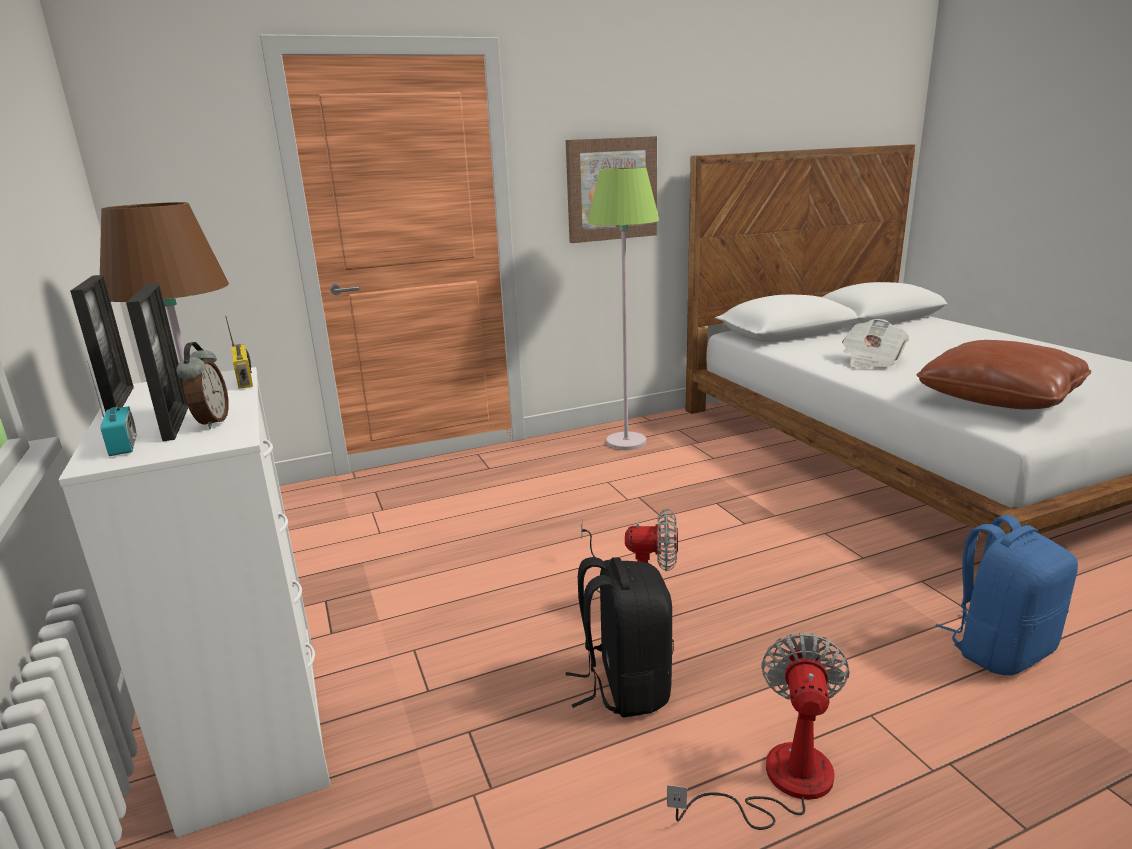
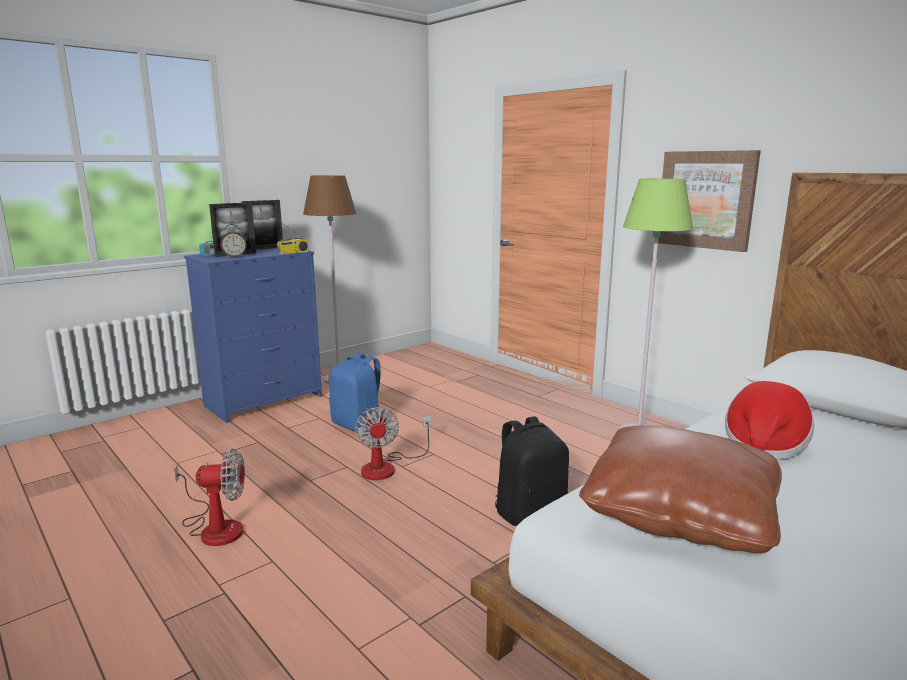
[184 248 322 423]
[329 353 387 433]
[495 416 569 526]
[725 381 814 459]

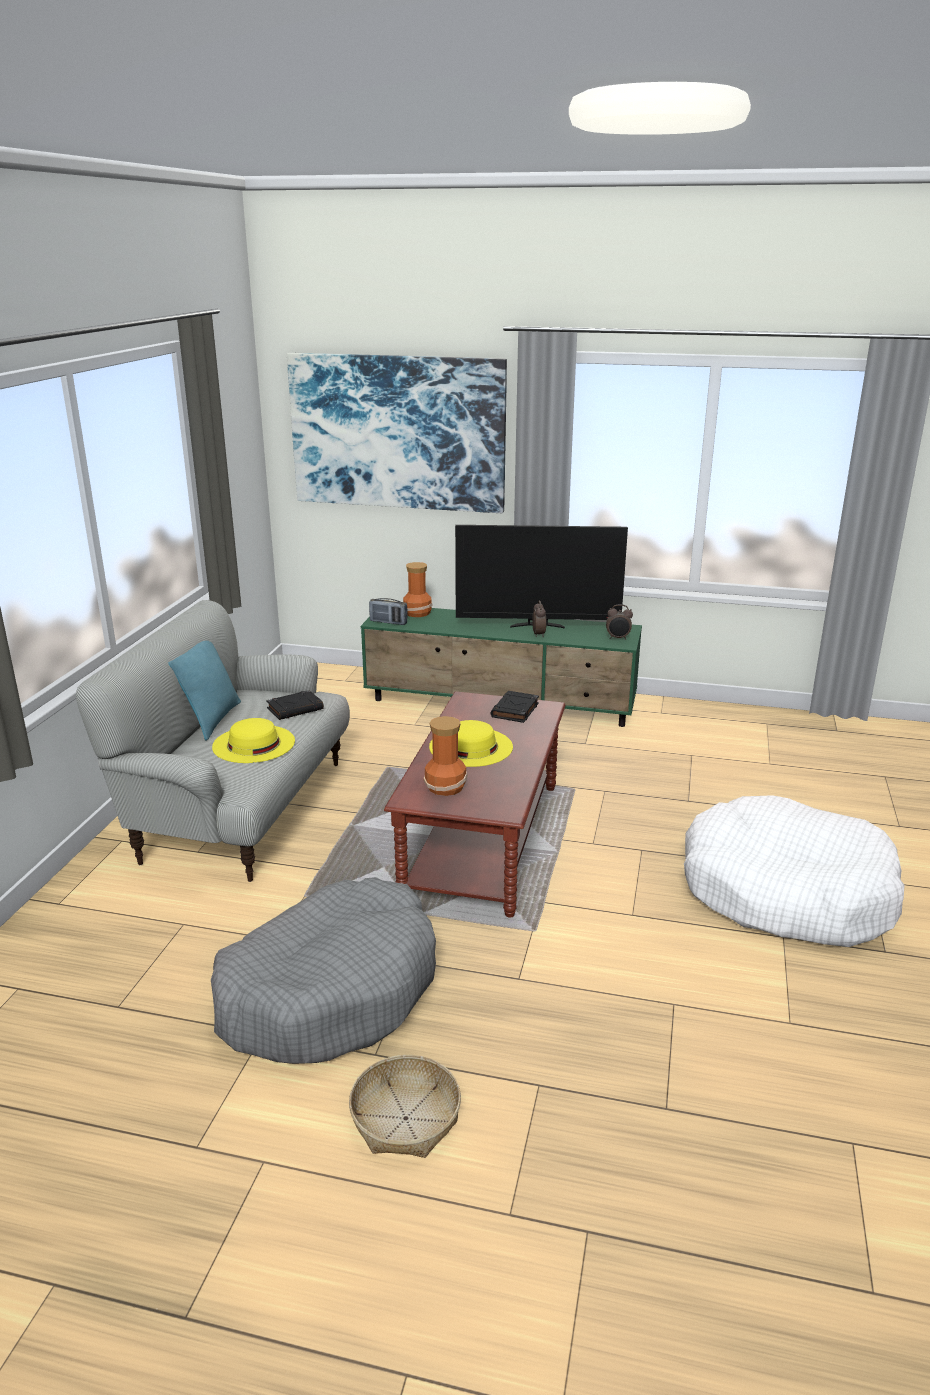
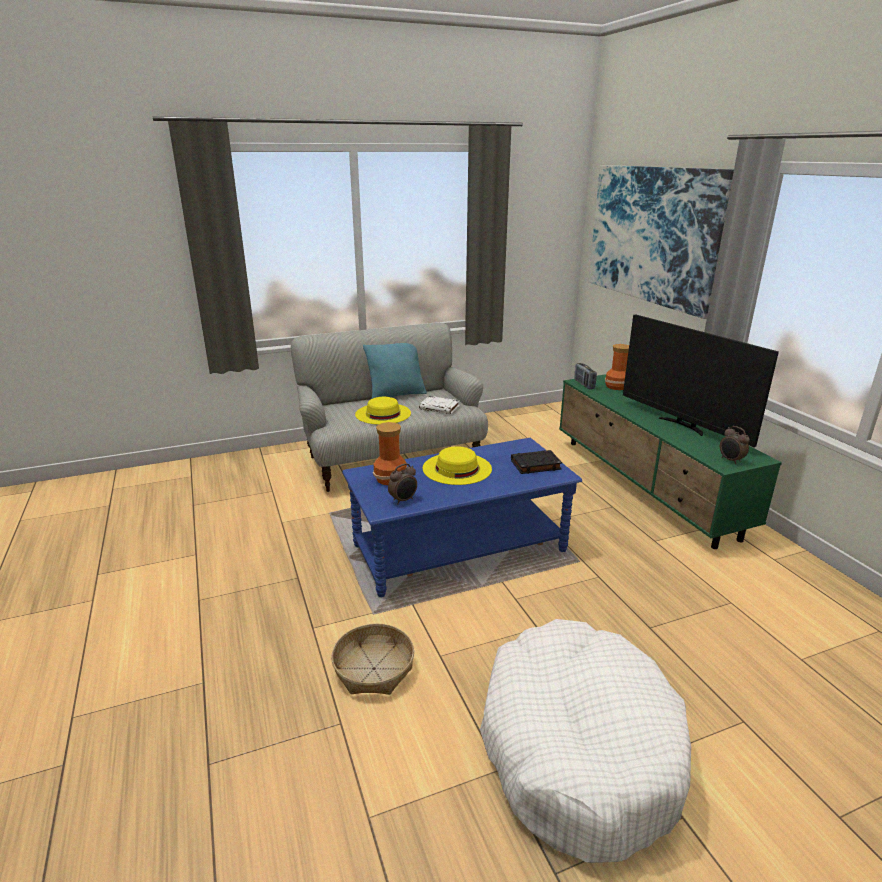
[331 624 414 695]
[342 438 582 597]
[388 463 417 505]
[419 396 460 414]
[211 877 436 1064] (first image)

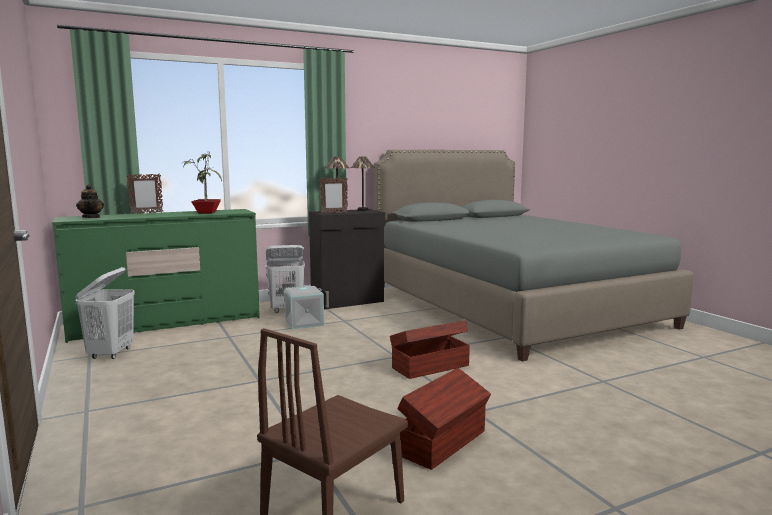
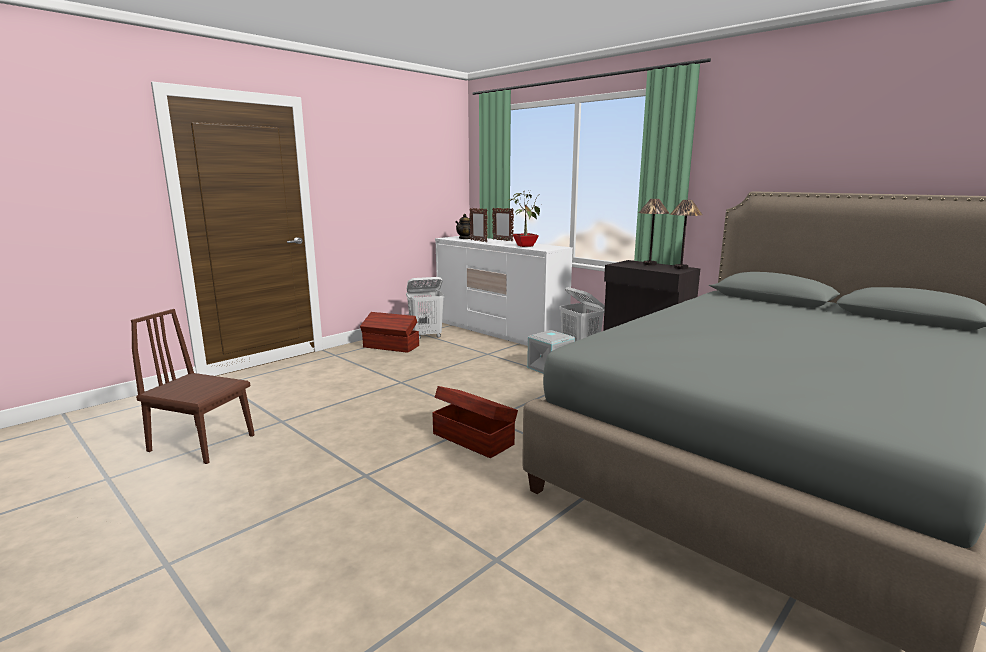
[360 312 419 353]
[435 236 573 346]
[469 208 487 242]

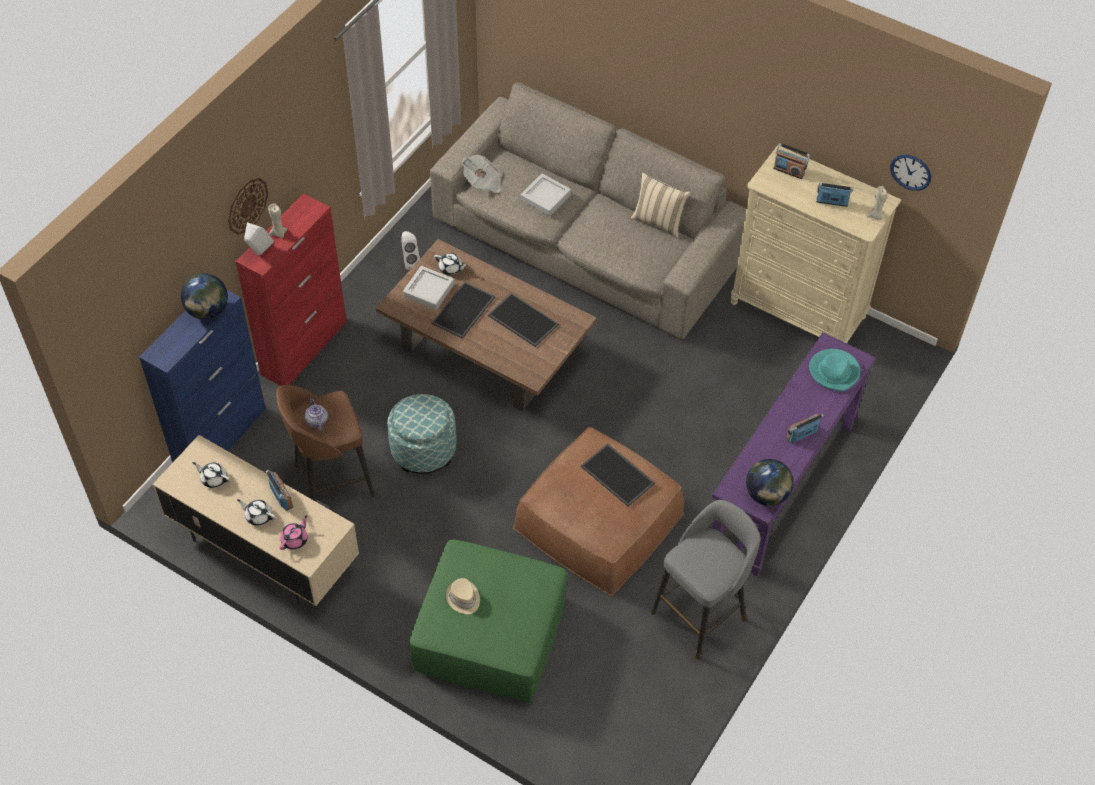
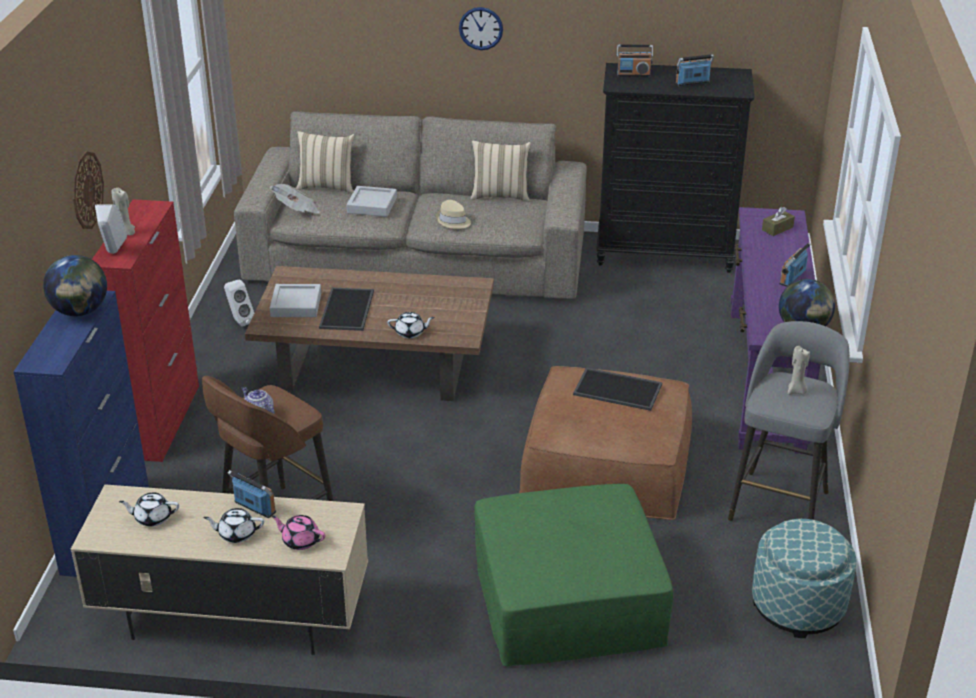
[271 515 325 550]
[296 131 355 193]
[387 312 435 338]
[436 200 471 229]
[459 7 503 50]
[596 63 755 273]
[752 519 856 638]
[762 207 795 236]
[788 346 810 395]
[488 293 559 347] (first image)

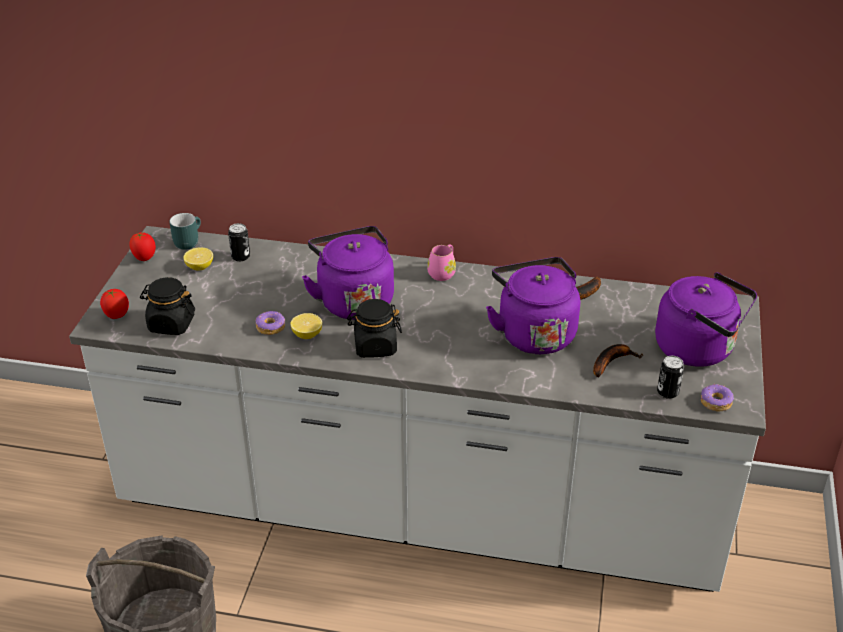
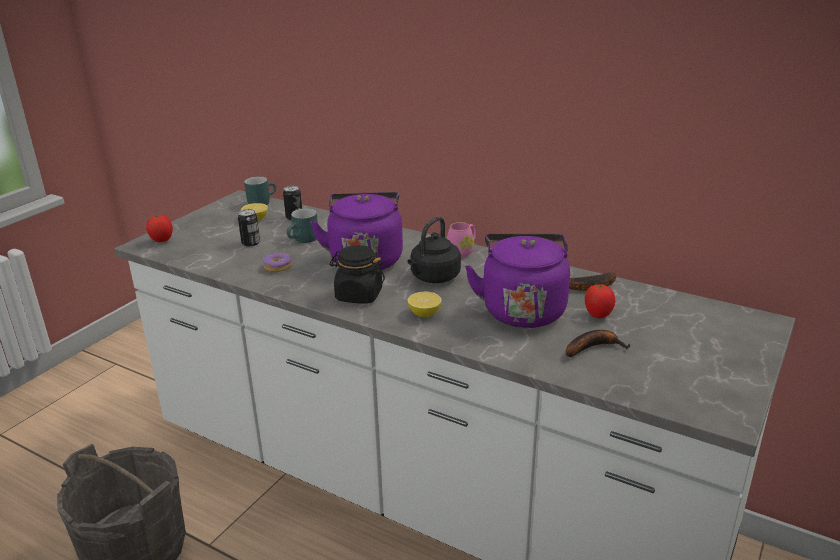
[238 209 260 247]
[287 208 318 243]
[408 216 461 283]
[408 292 442 317]
[585 284 615 319]
[140 277 195 335] (first image)
[655 272 757 367] (first image)
[701 384 734 412] (first image)

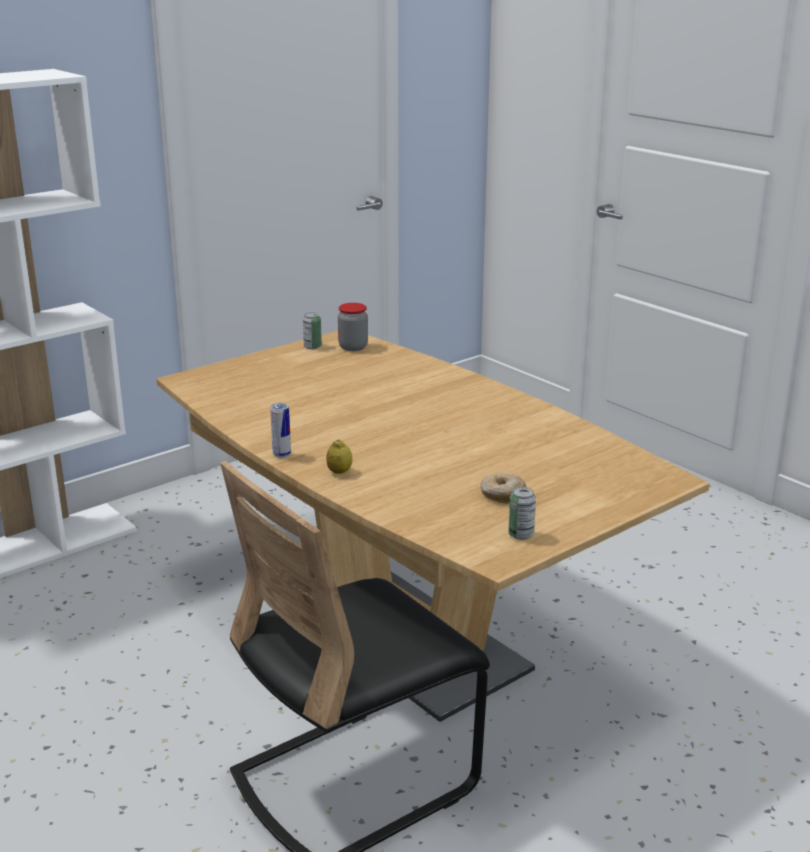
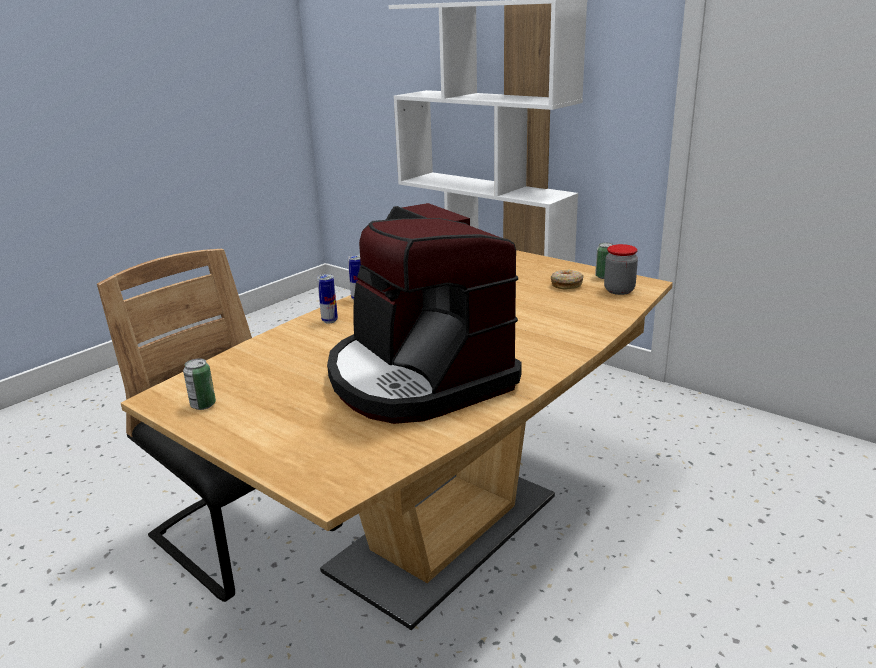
[317 274 338 323]
[327 203 522 424]
[551 269 584 290]

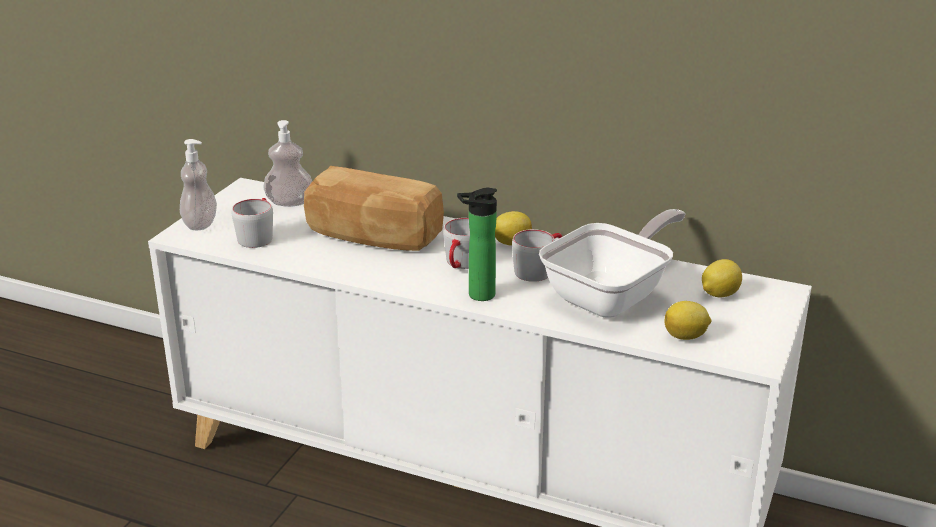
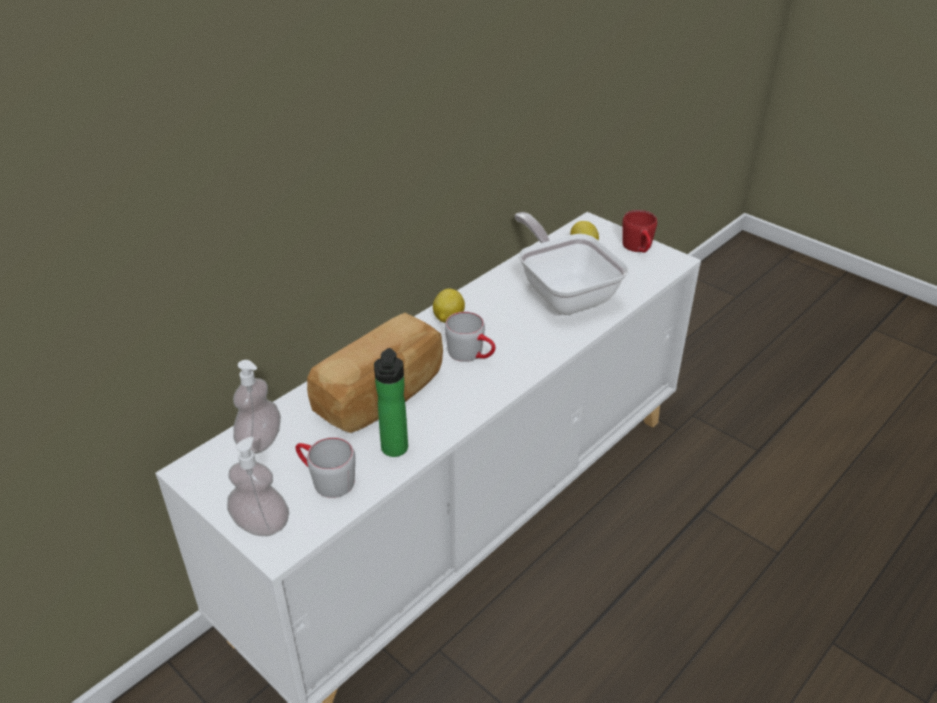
[374 348 408 457]
[622 210 657 253]
[512 229 562 282] (first image)
[664 301 711 340] (first image)

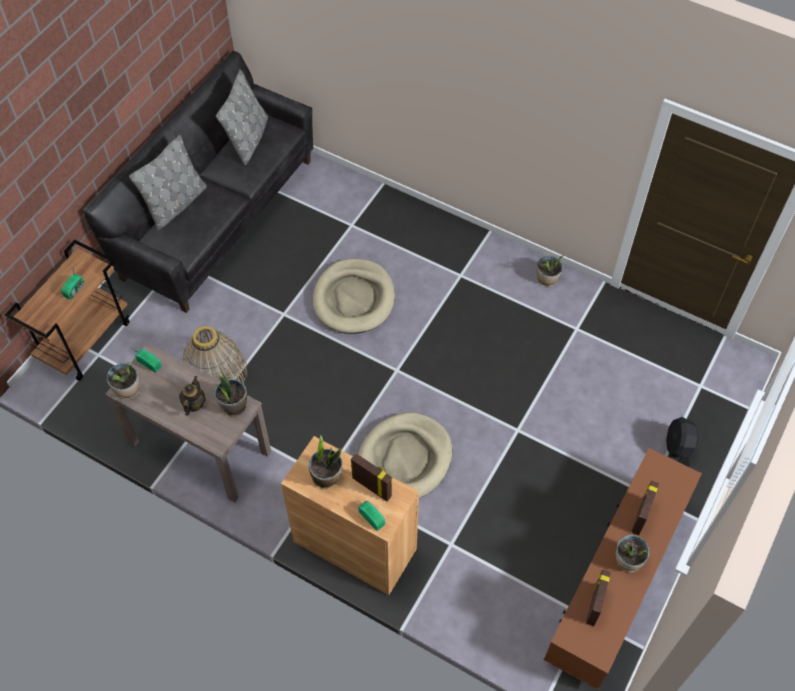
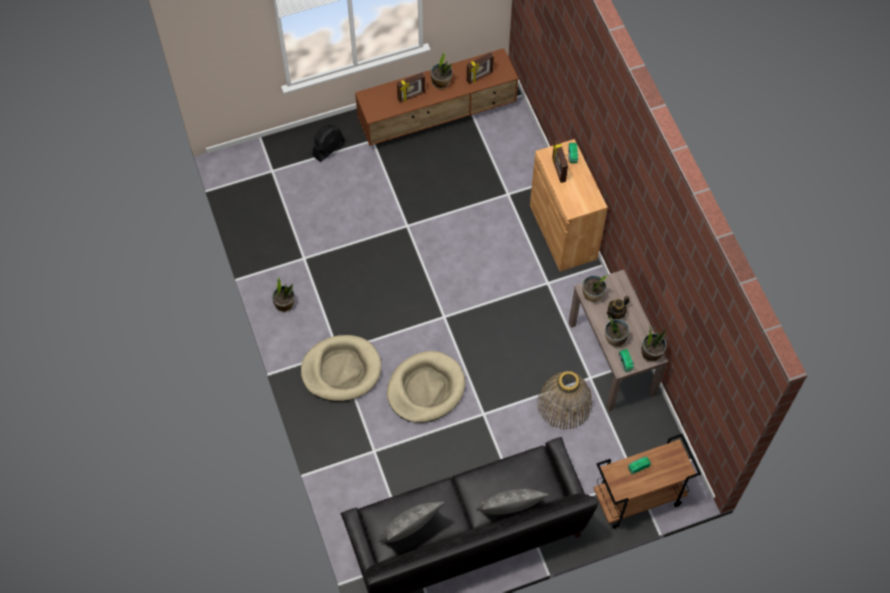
[301 335 381 402]
[605 315 629 347]

